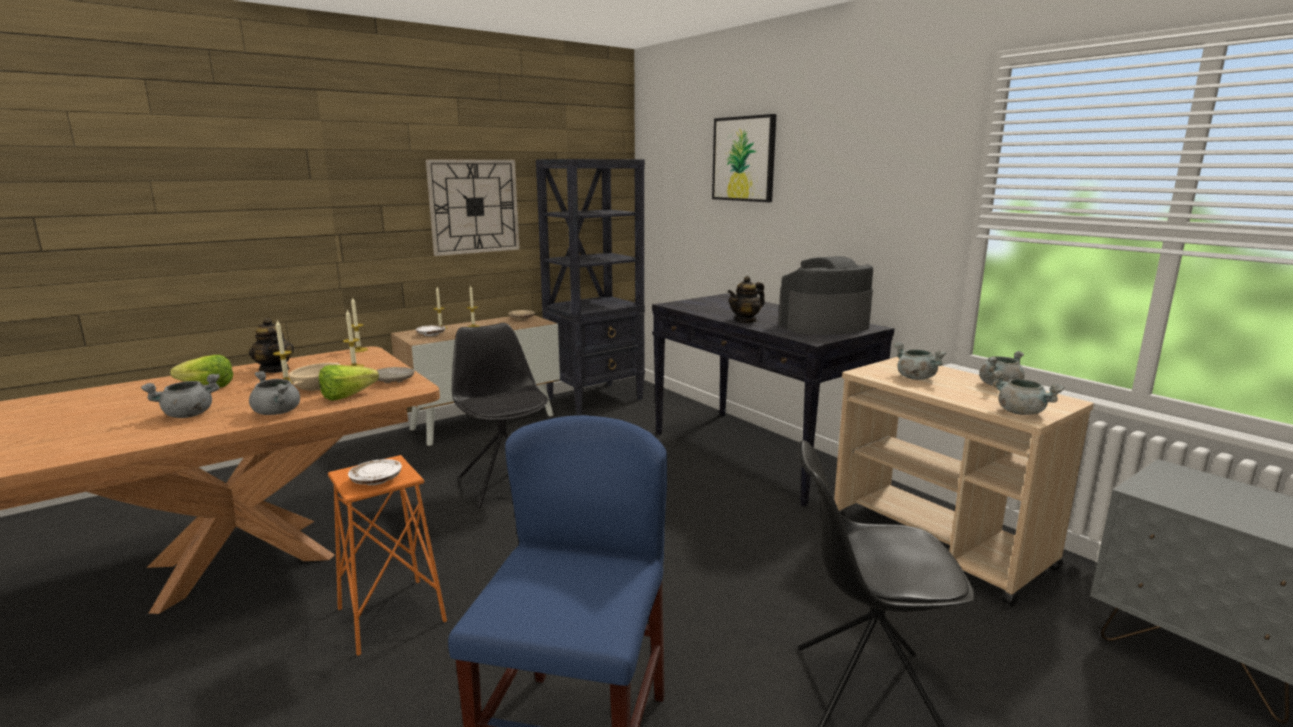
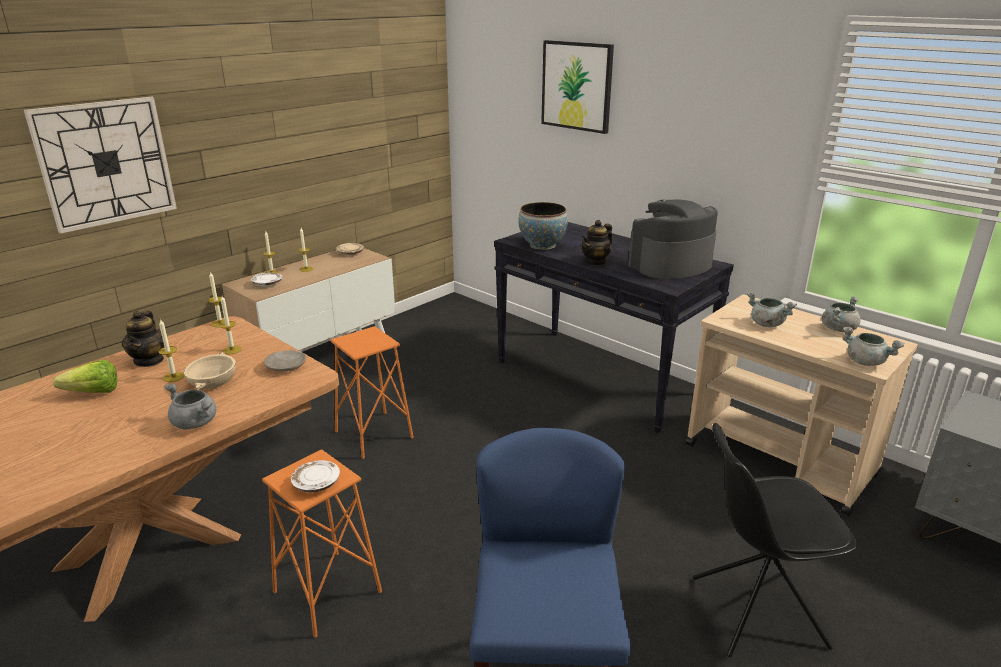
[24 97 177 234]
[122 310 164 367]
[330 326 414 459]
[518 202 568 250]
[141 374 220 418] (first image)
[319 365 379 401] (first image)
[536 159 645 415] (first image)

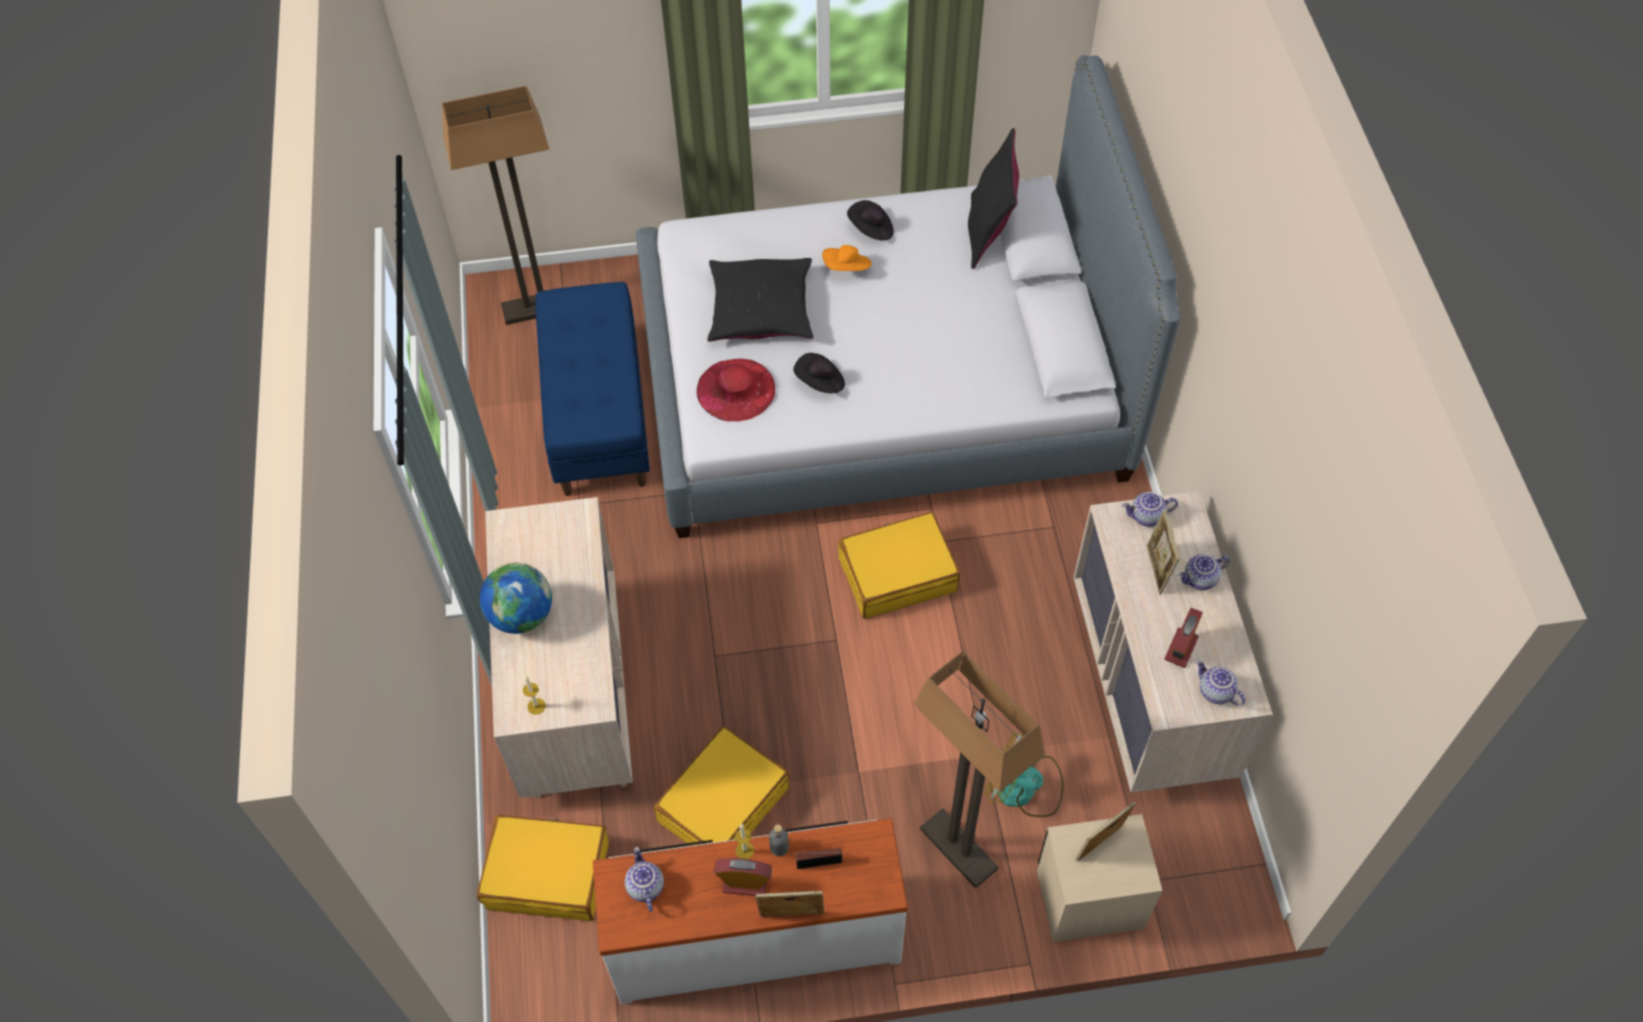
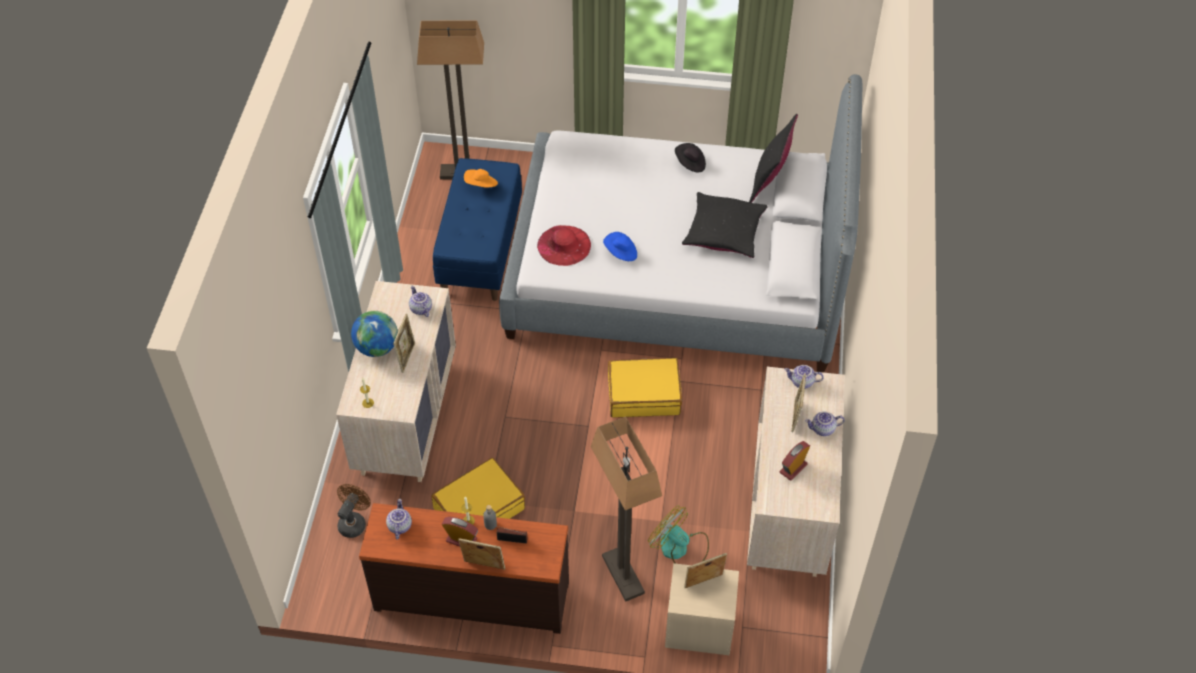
[337 484 371 538]
[359 503 569 634]
[393 314 415 373]
[409 286 432 317]
[464 169 498 188]
[603 232 637 261]
[682 192 768 258]

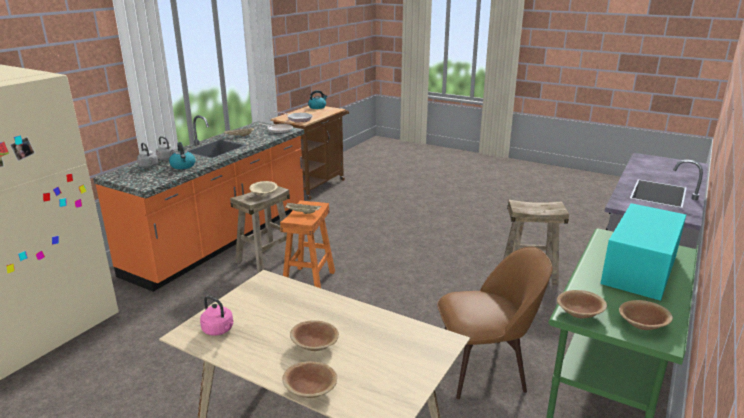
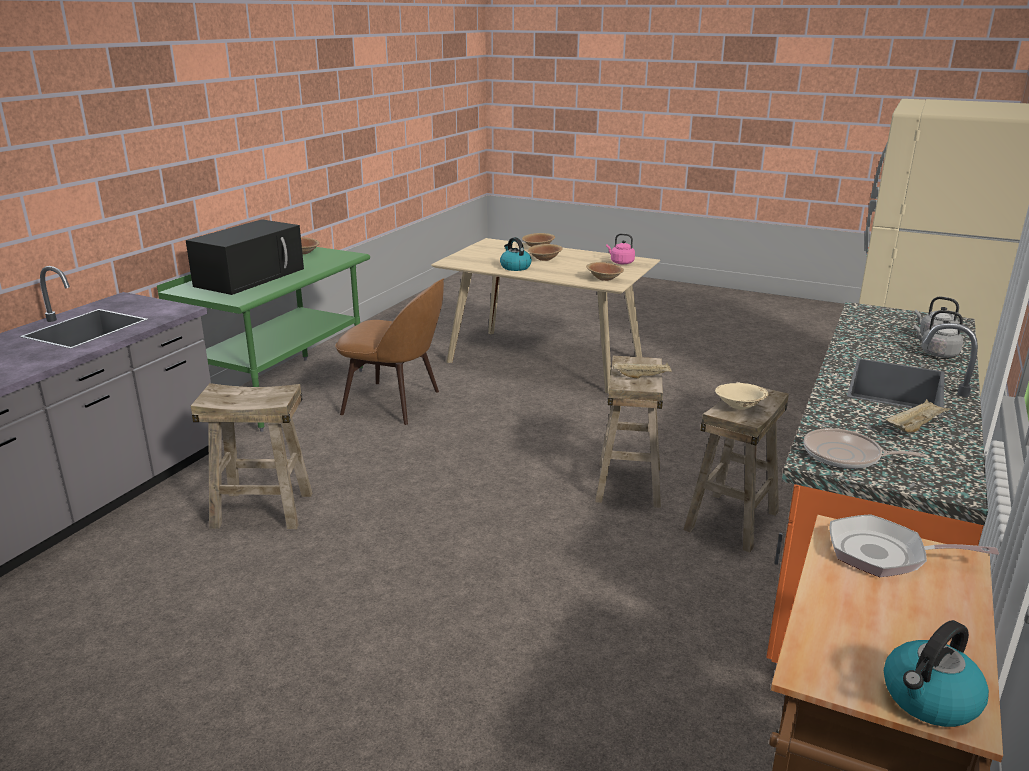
[186 219 304 295]
[335 278 444 425]
[500 237 532 271]
[586 262 624 281]
[595 356 663 508]

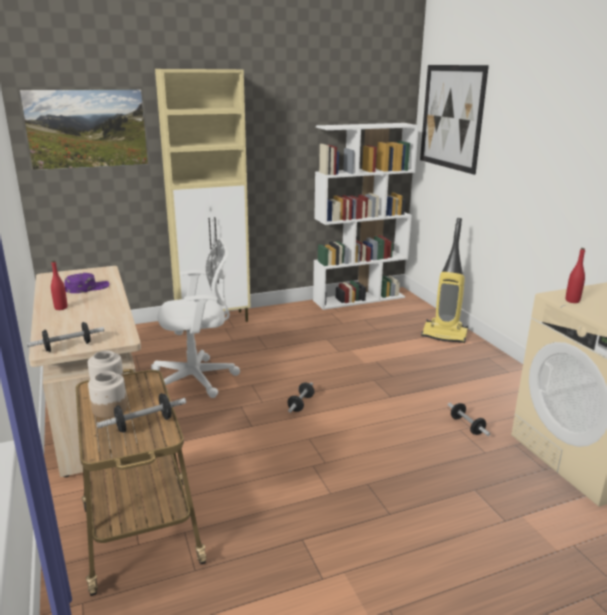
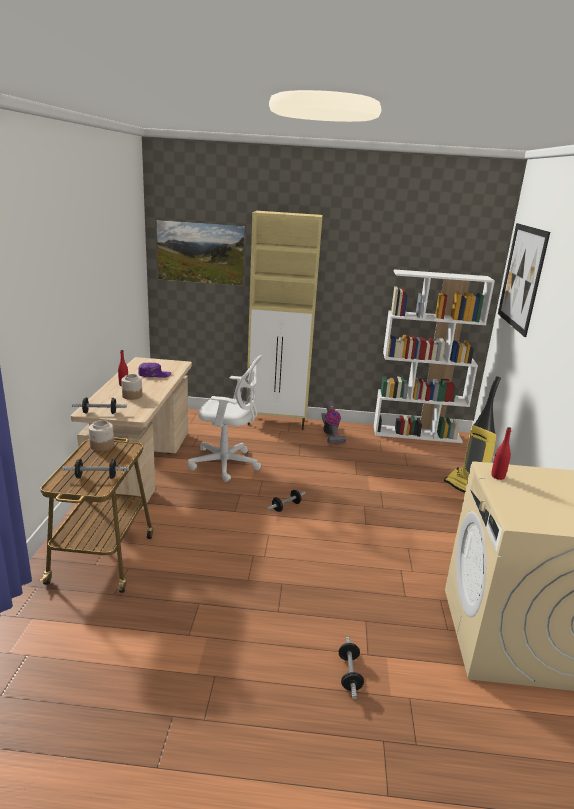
[121 374 142 400]
[321 401 346 444]
[339 637 364 699]

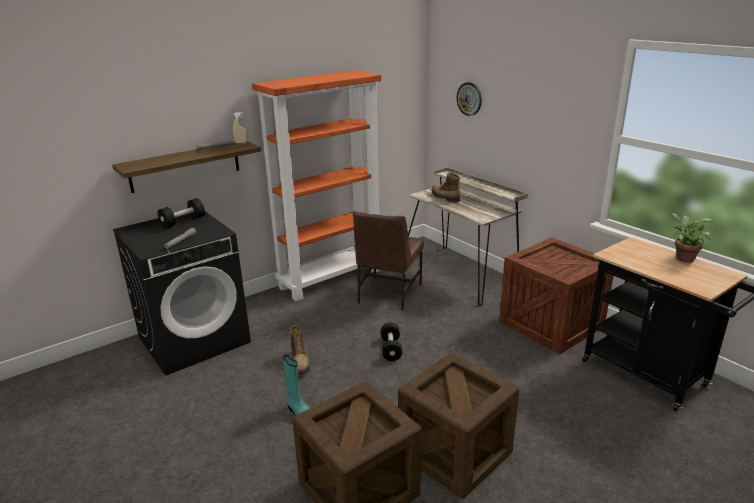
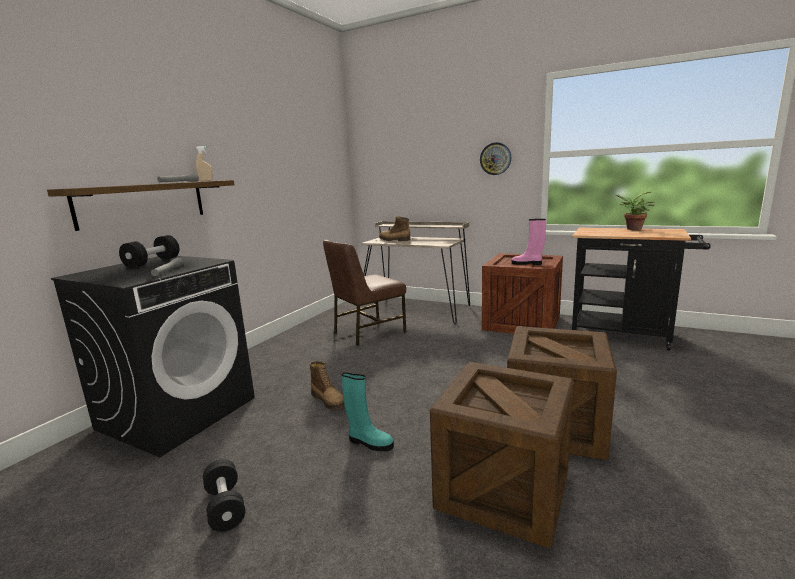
[203 459 245 532]
[323 240 406 346]
[480 142 511 175]
[511 219 546 265]
[252 70 381 301] (first image)

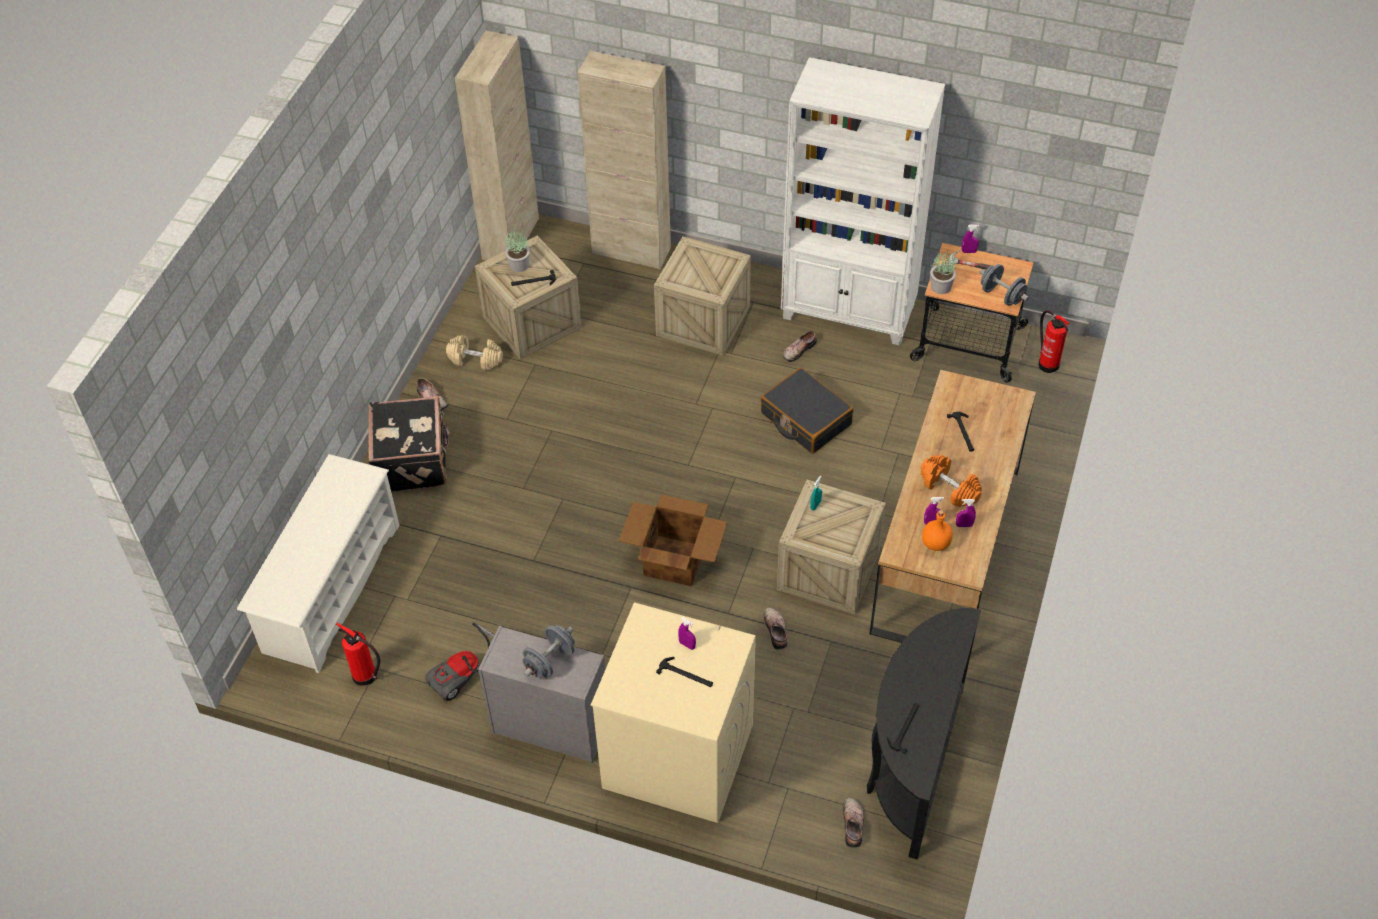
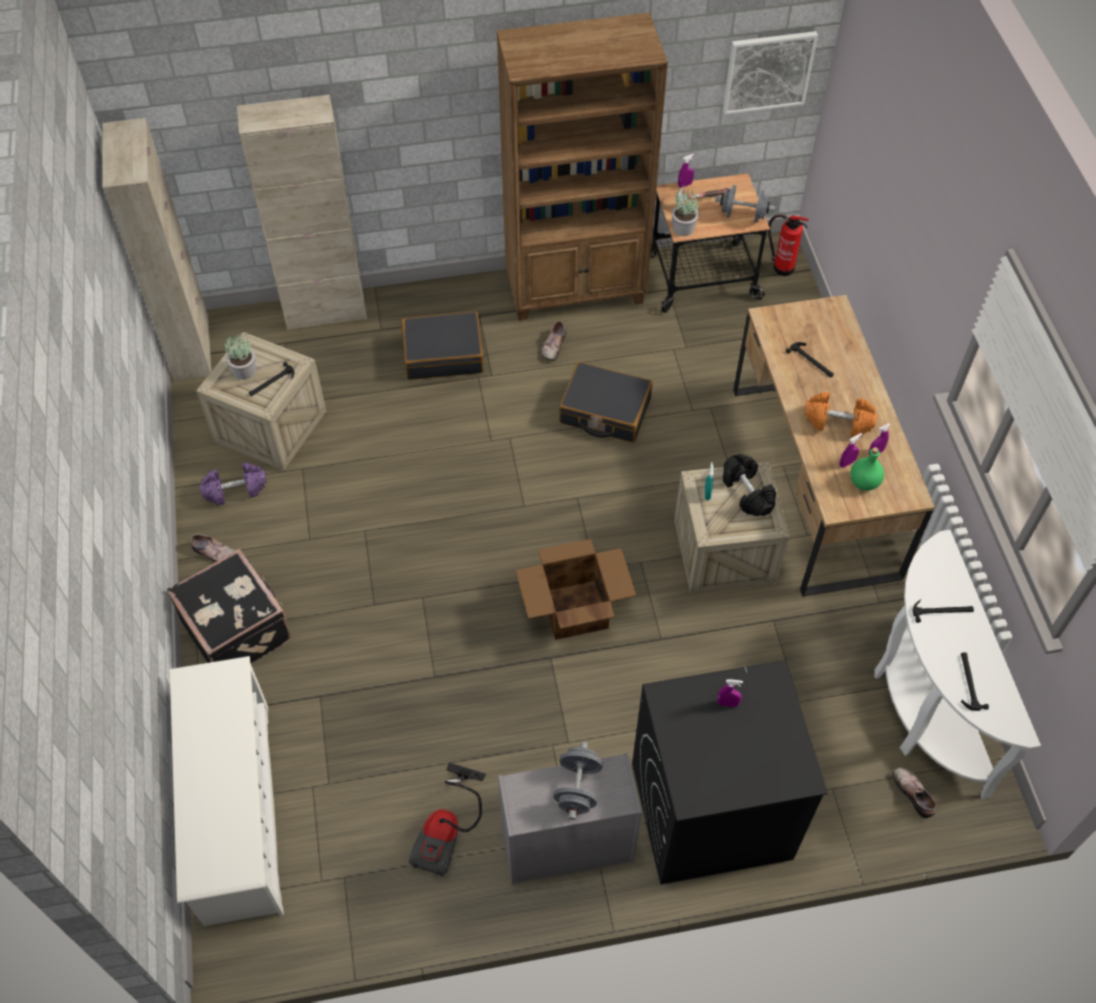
[200 462 267 505]
[401 311 483 380]
[497 12 668 321]
[632 660 828 885]
[723 31 818 115]
[723 454 776 517]
[850 447 884 491]
[874 530 1041 799]
[913 599 974 623]
[336 623 380 686] (first image)
[764 607 787 649] (first image)

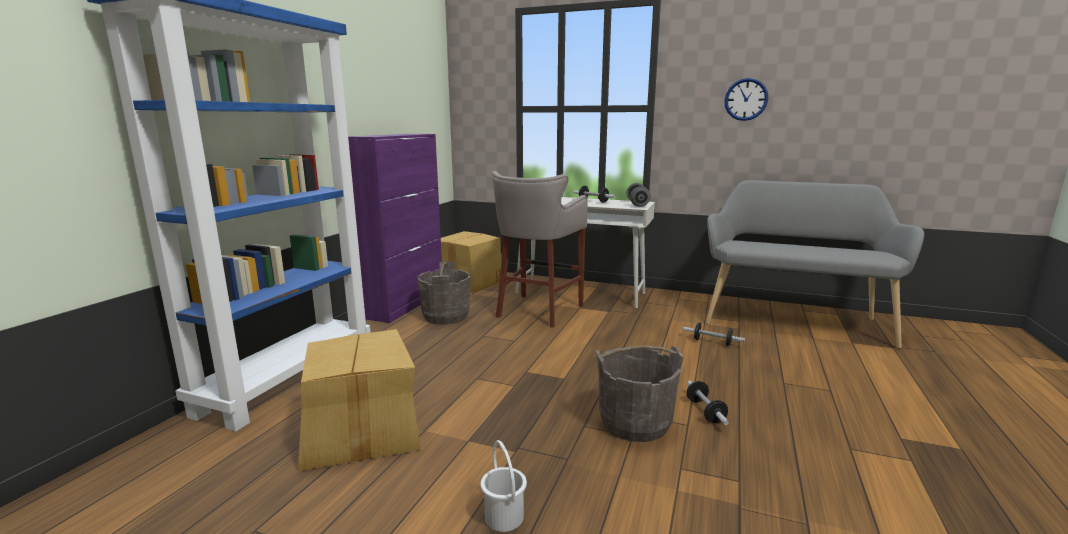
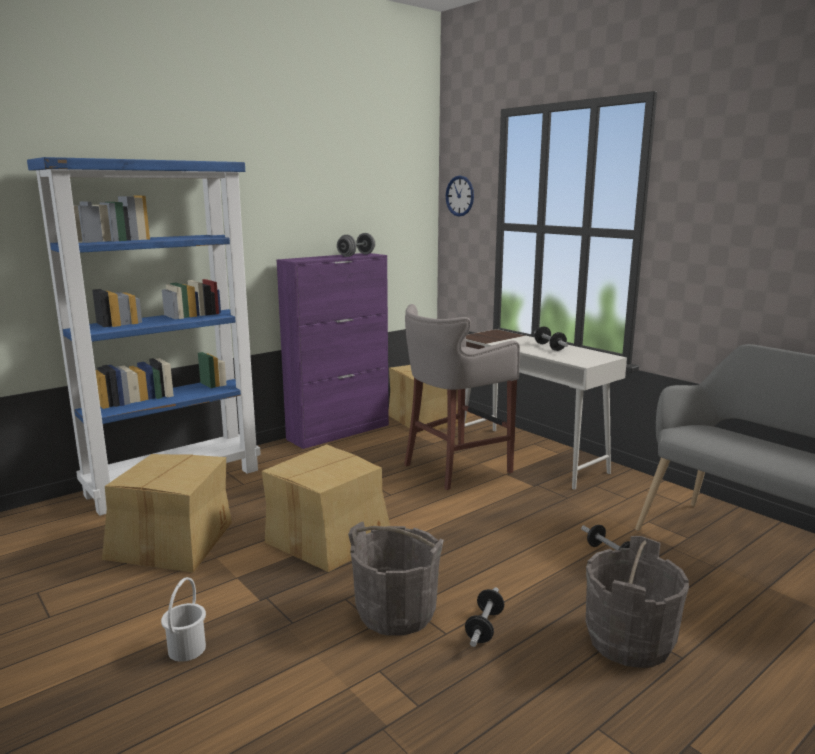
[262 444 390 572]
[337 233 375 257]
[446 176 474 217]
[586 536 689 668]

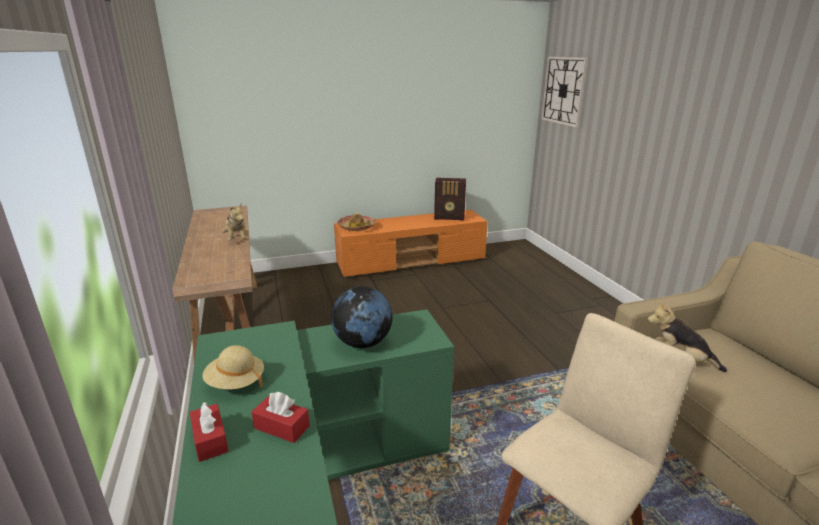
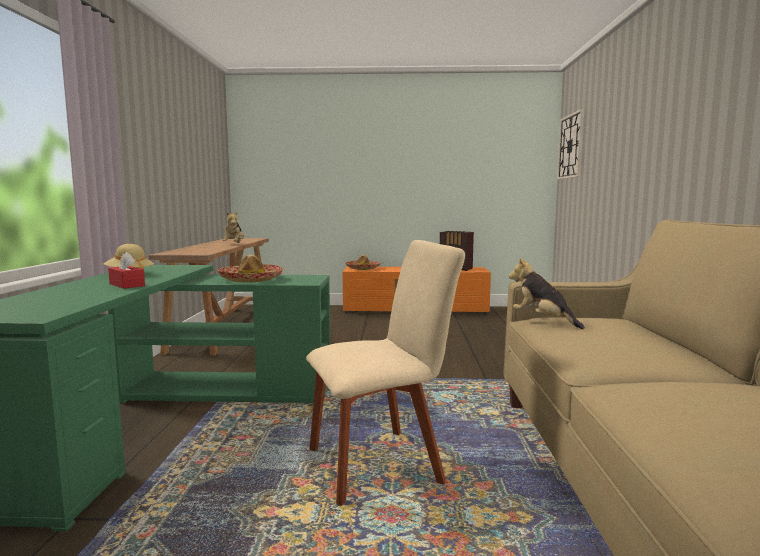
[217 254 284 283]
[189 402 229 462] (first image)

